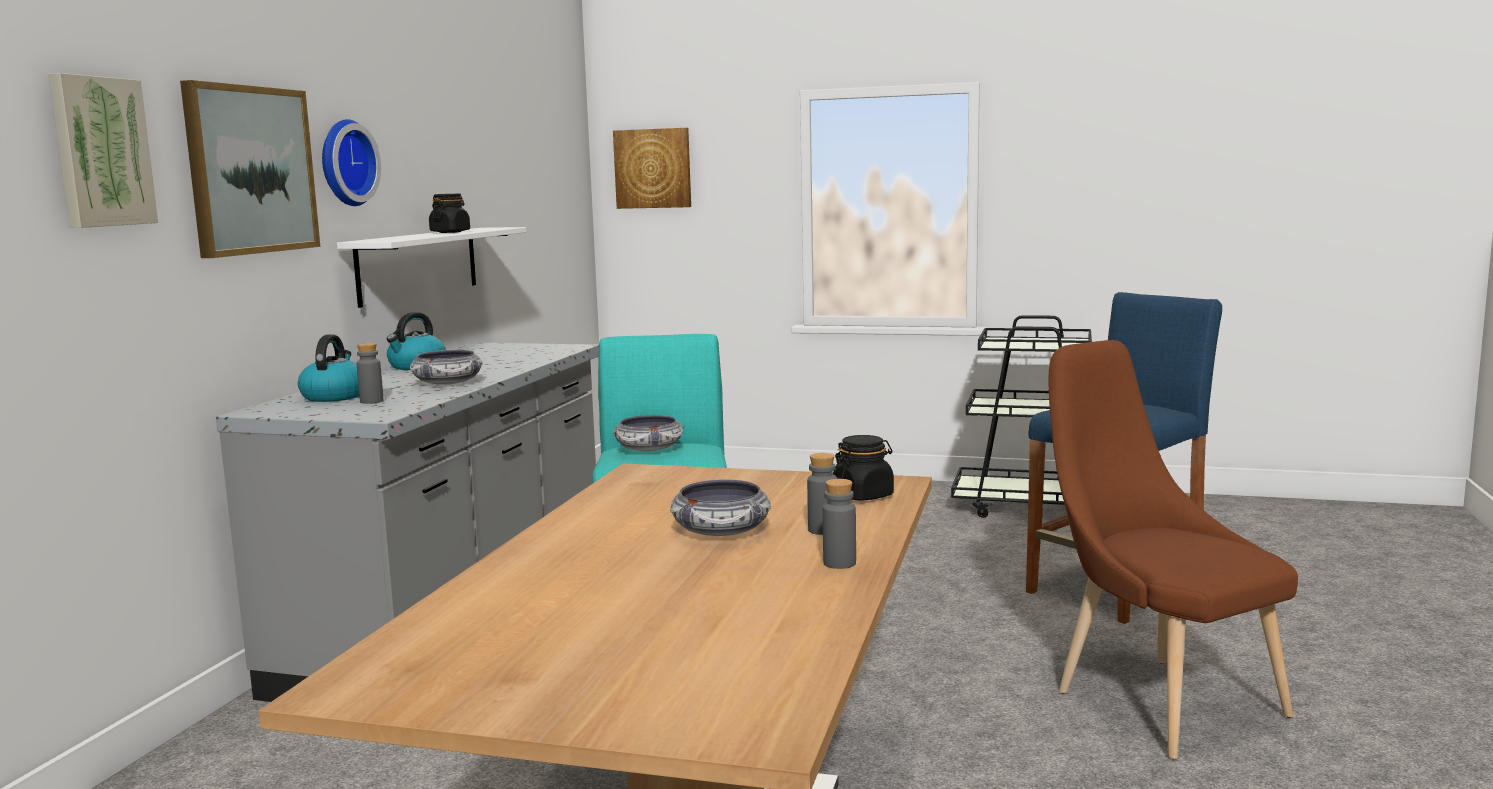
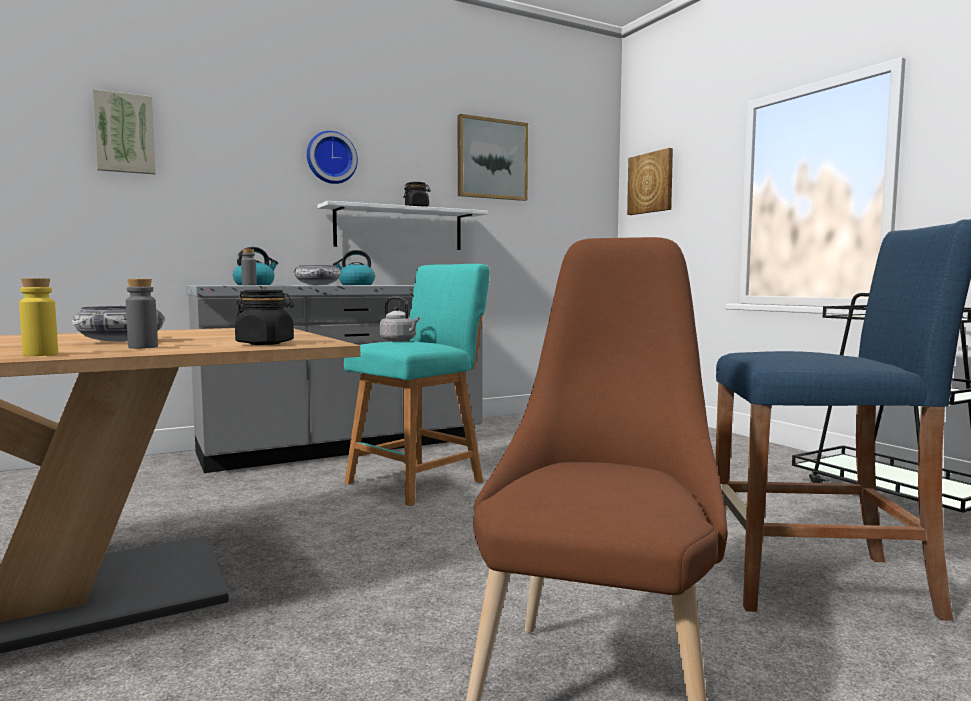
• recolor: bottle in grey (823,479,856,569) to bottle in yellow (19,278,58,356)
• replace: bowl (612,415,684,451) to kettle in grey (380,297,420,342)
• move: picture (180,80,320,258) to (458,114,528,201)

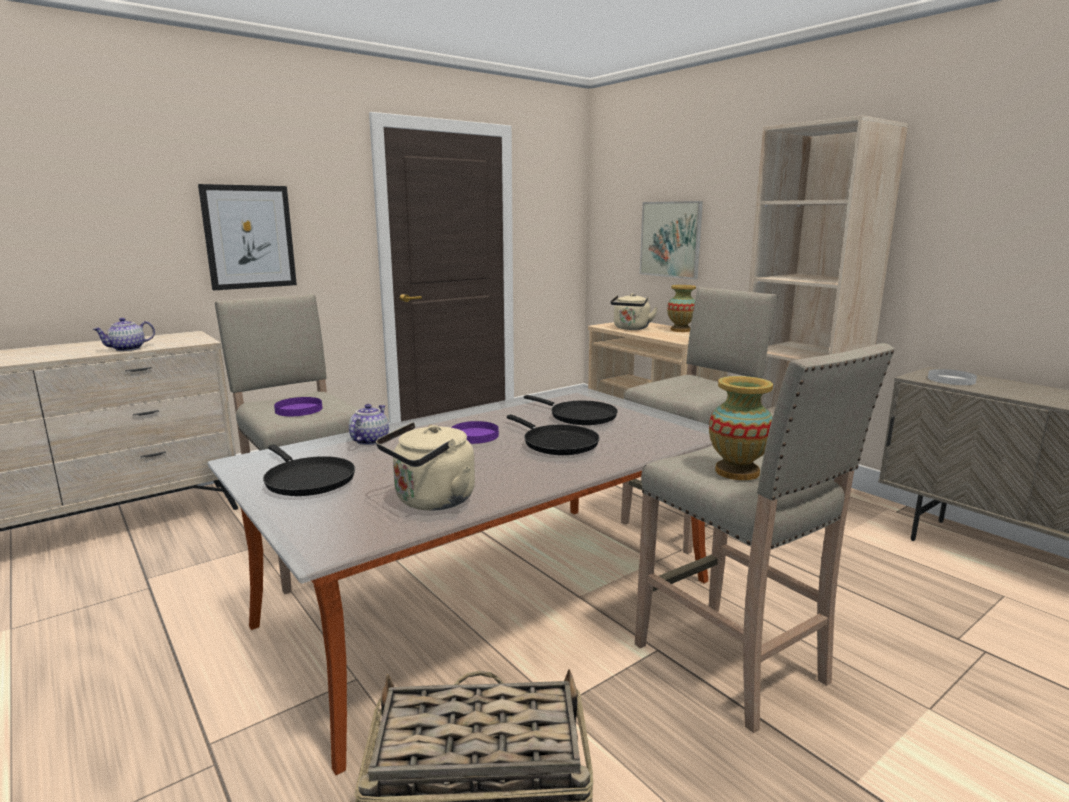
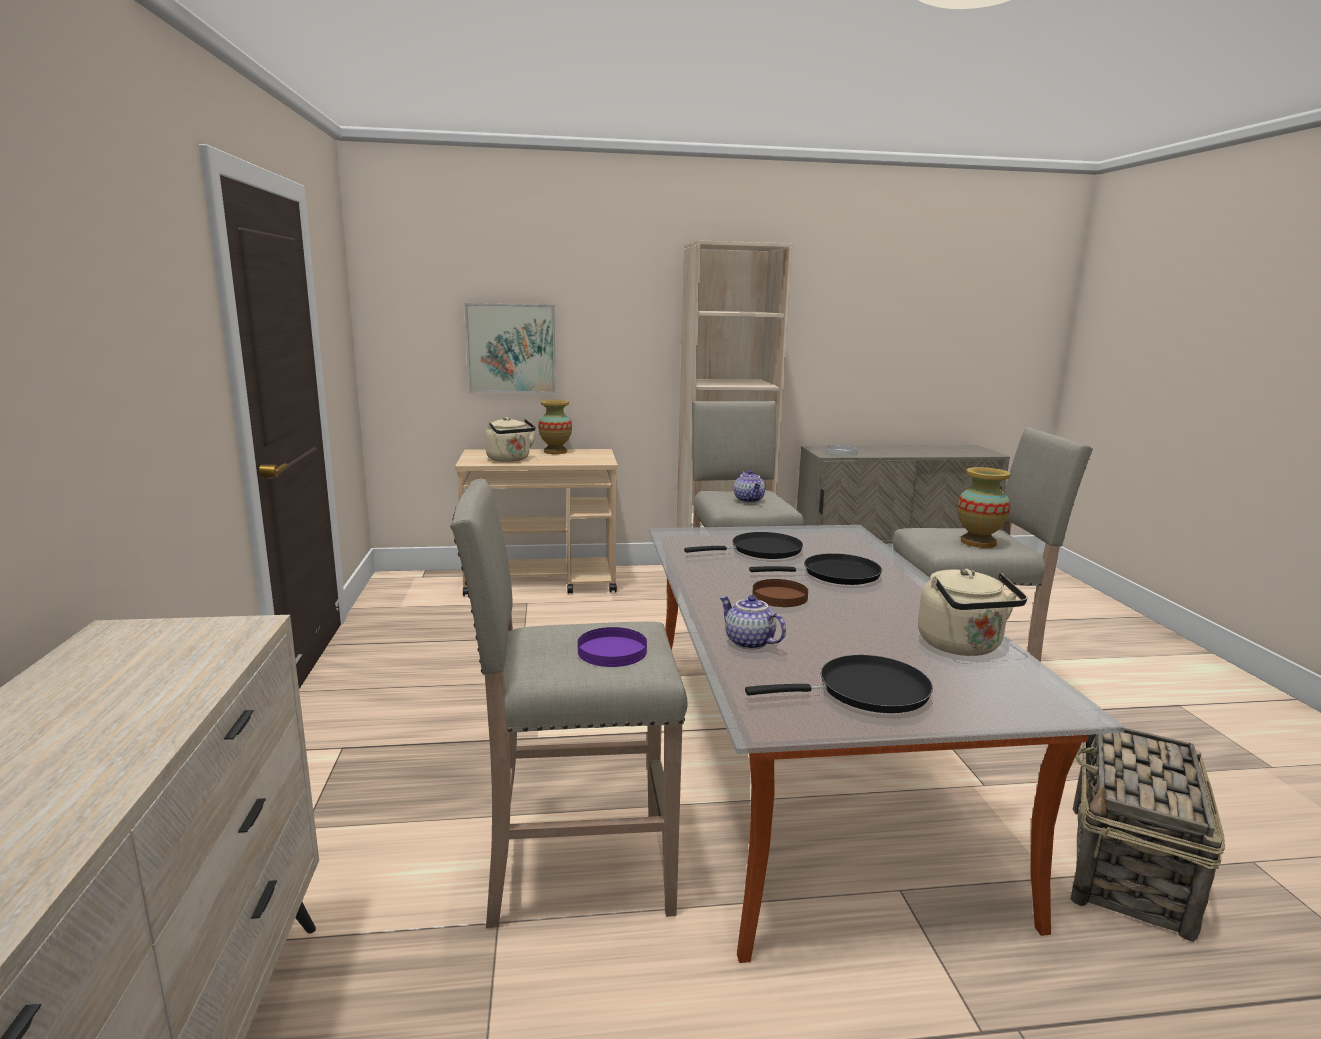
• move: teapot (92,318,155,351) to (734,470,765,503)
• recolor: plate in purple (451,421,499,444) to plate in brown (752,579,808,607)
• delete: picture (198,184,297,290)

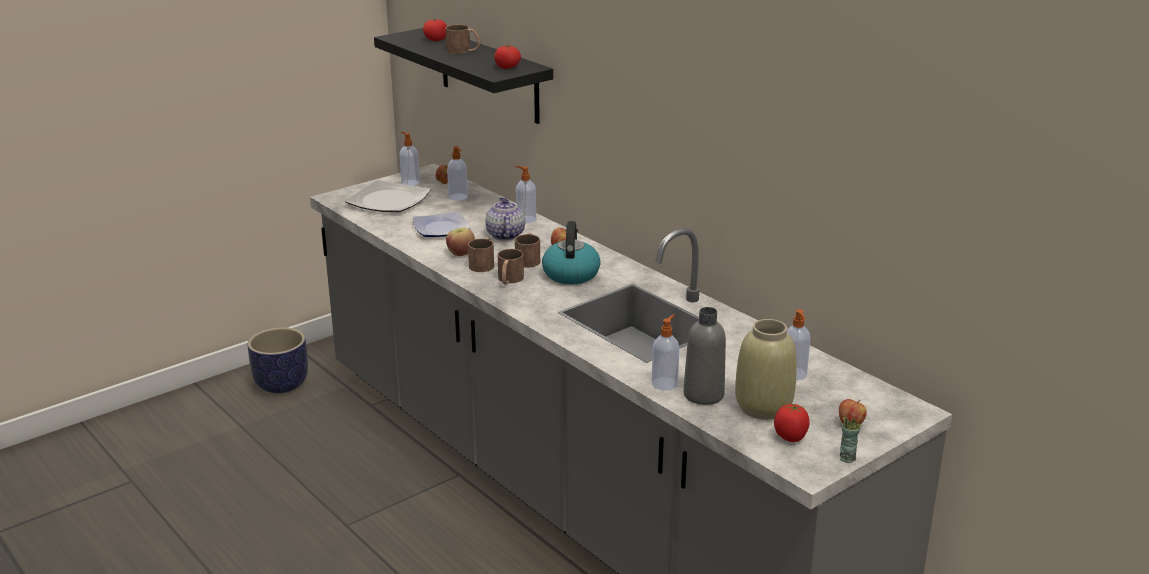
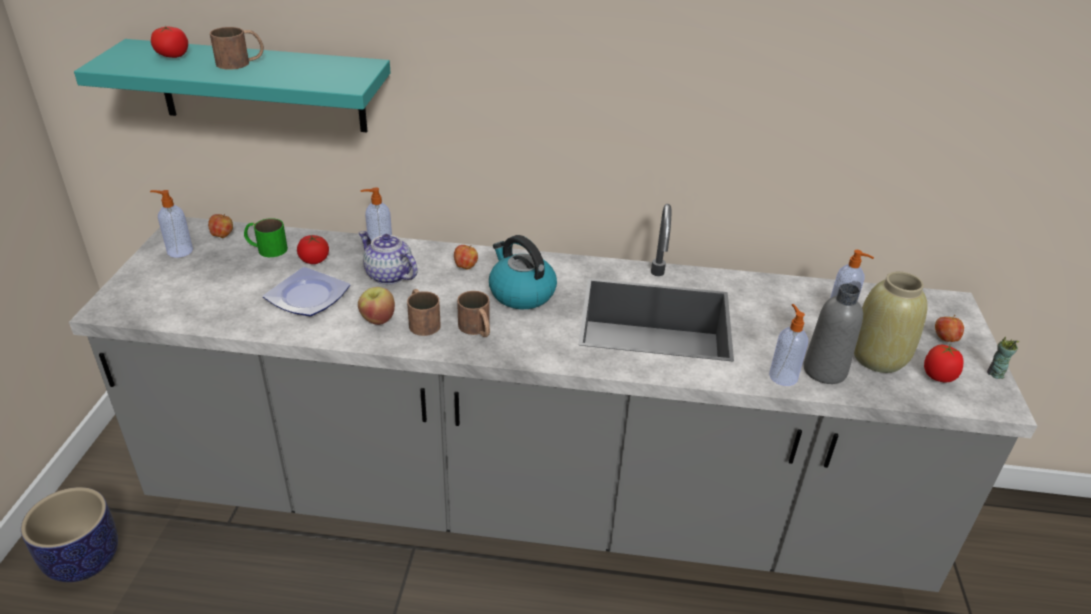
• recolor: shelf in black (374,28,553,124) to shelf in turquoise (74,39,391,132)
• replace: soap dispenser (447,146,468,200) to mug in green (244,218,288,257)
• move: tomato (494,45,521,69) to (297,235,329,264)
• delete: plate (345,180,431,212)
• delete: mug in brown (515,233,540,268)

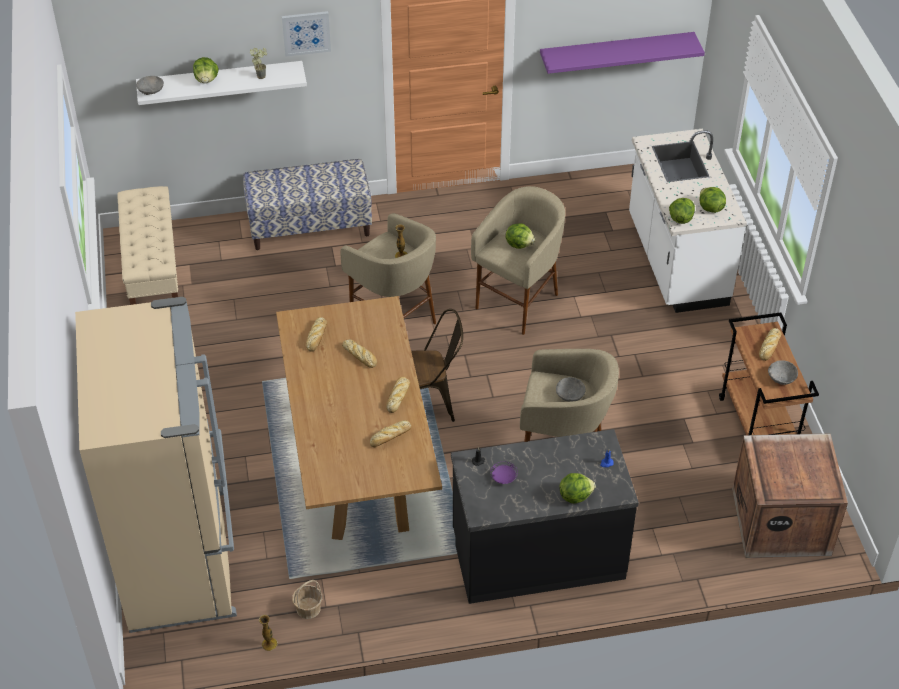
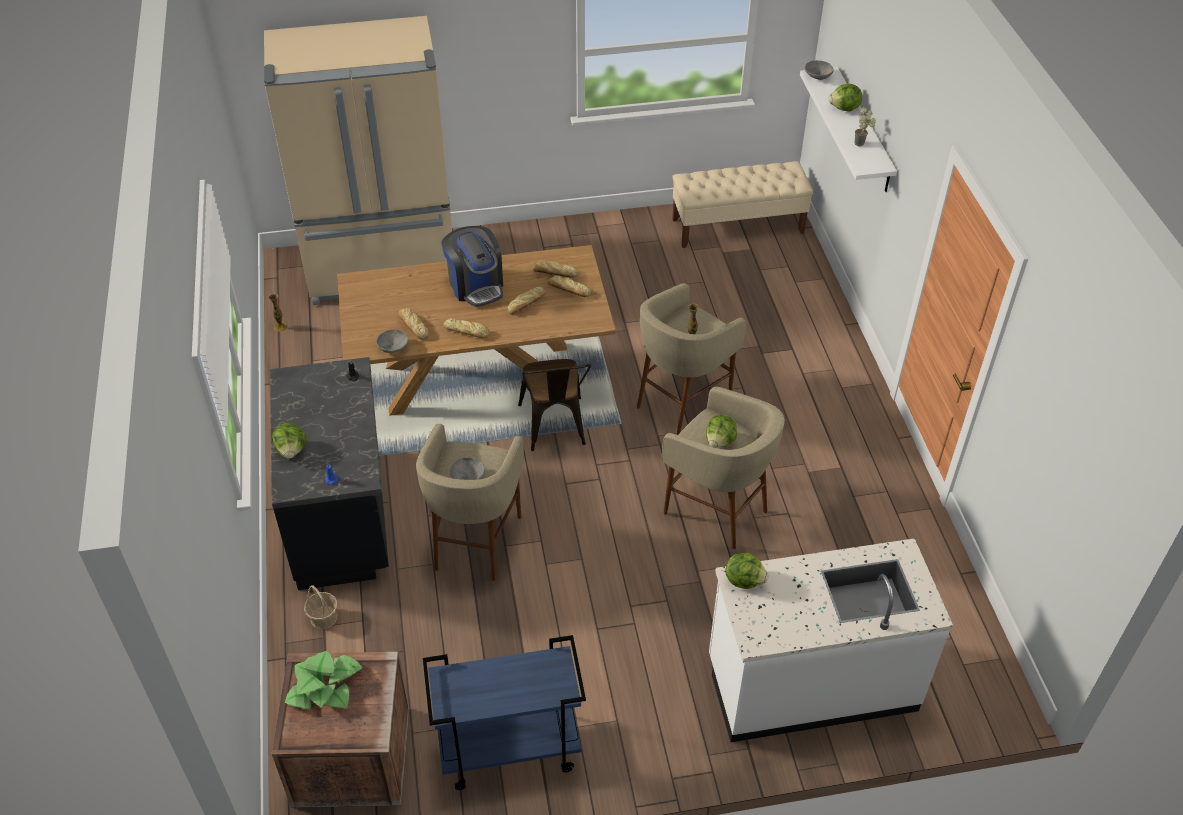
• insert: potted plant (285,651,363,709)
• move: basket (292,580,322,619) to (304,585,338,629)
• move: bowl in grey (768,360,798,385) to (376,329,408,354)
• recolor: cart in brown (719,312,819,435) to cart in blue (423,635,586,790)
• insert: coffee machine (441,226,503,307)
• move: bread (759,328,782,361) to (548,275,591,297)
• delete: bench (243,159,372,250)
• delete: picture (282,11,331,56)
• delete: plate in purple (490,461,518,484)
• delete: shelf in purple (540,32,705,74)
• delete: lettuce (699,187,726,213)

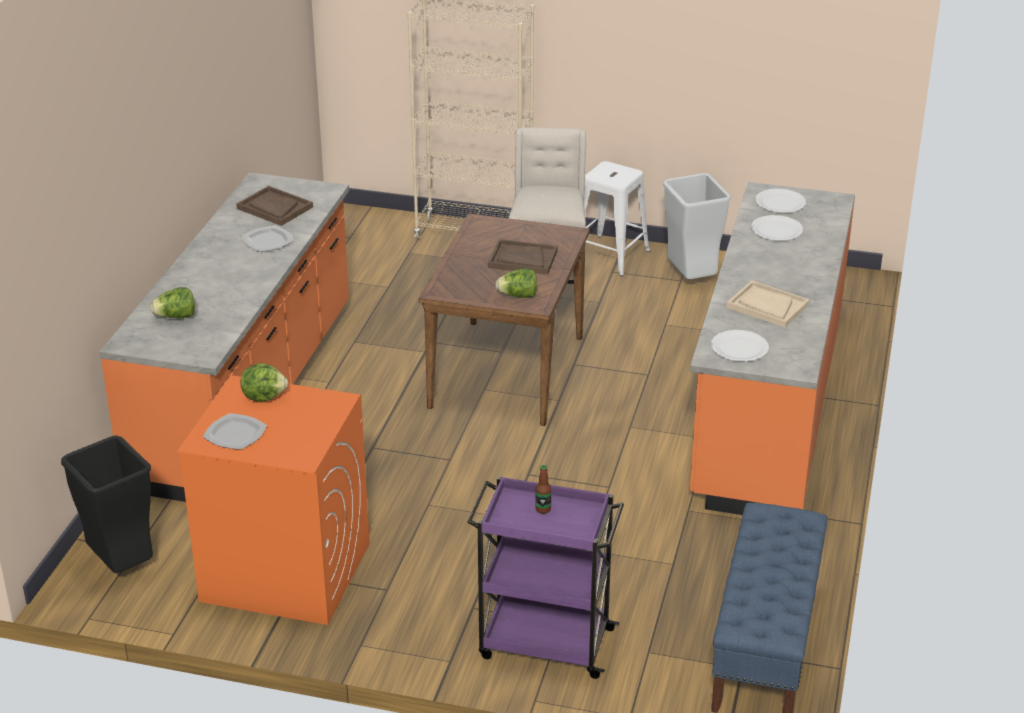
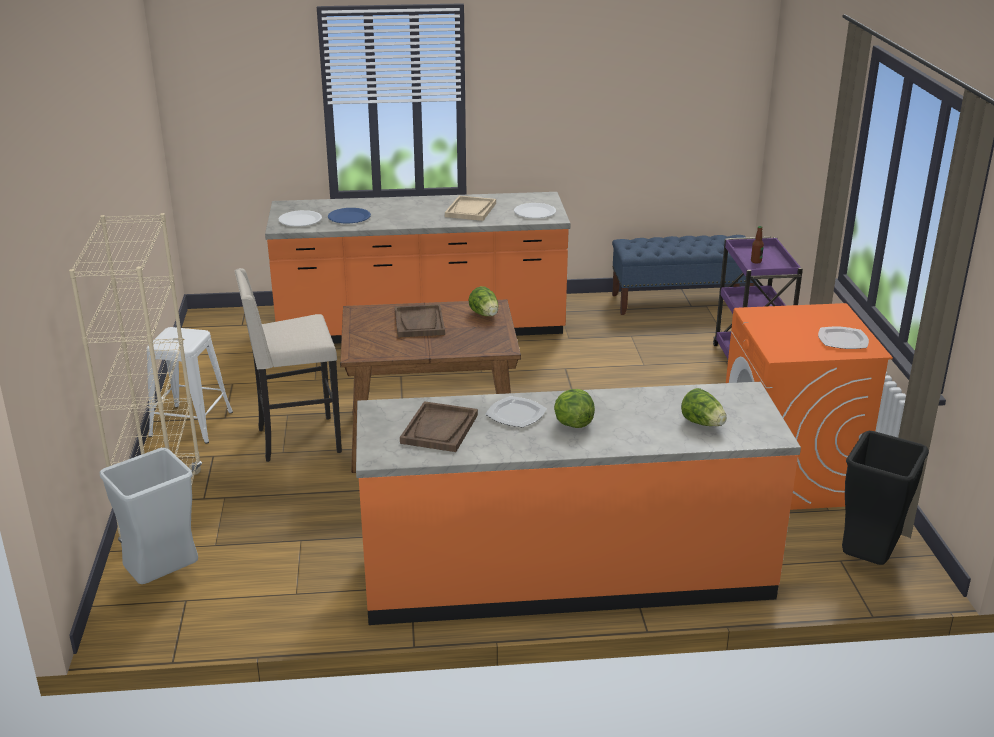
• move: trash can in grey (663,173,731,279) to (99,447,198,584)
• recolor: plate in white (751,215,803,241) to plate in blue (328,208,371,223)
• move: lettuce (241,363,288,401) to (554,389,595,428)

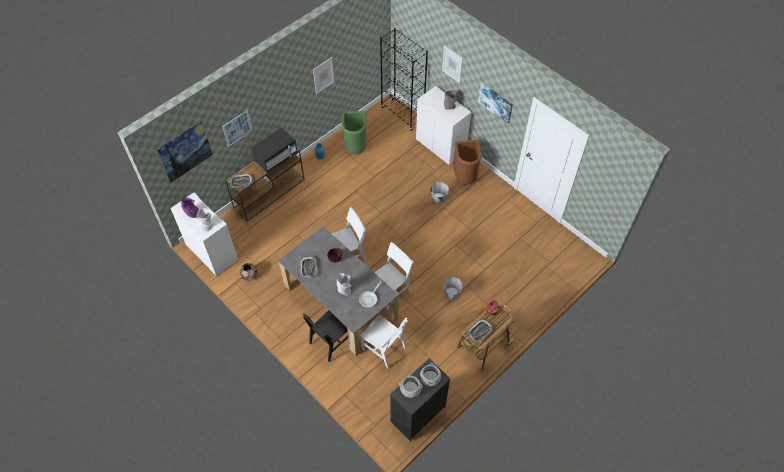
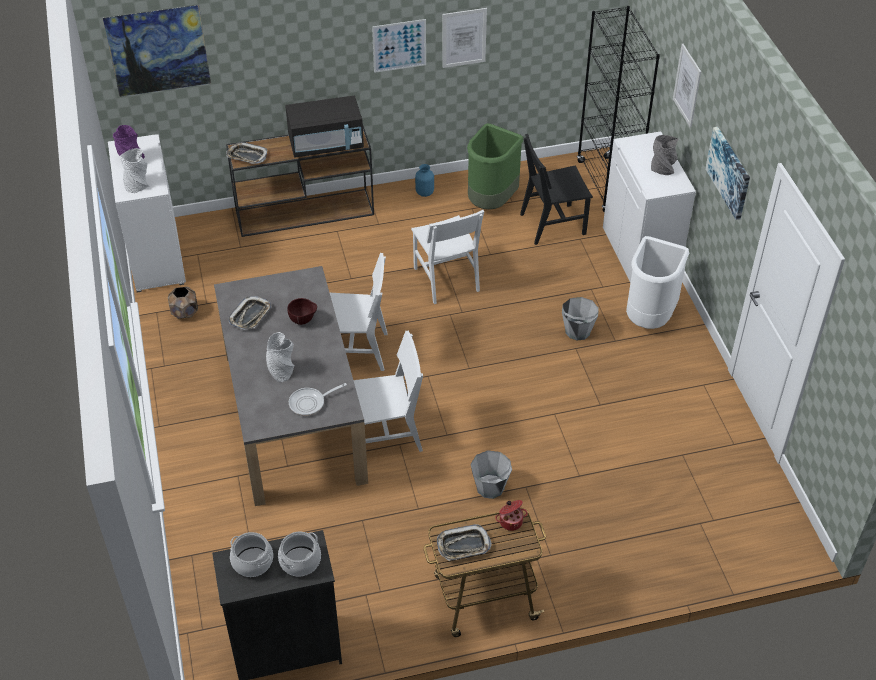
• move: picture (222,110,253,147) to (372,19,426,73)
• move: chair in white (360,314,407,368) to (411,210,484,304)
• move: chair in black (303,310,348,362) to (520,134,593,245)
• recolor: trash can in brown (453,140,482,185) to trash can in white (626,236,689,329)

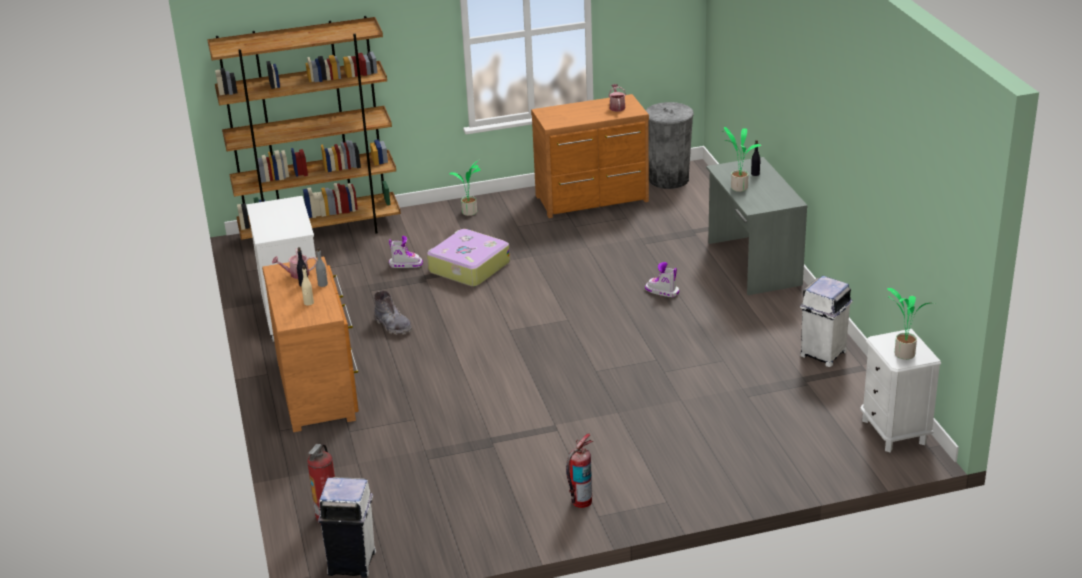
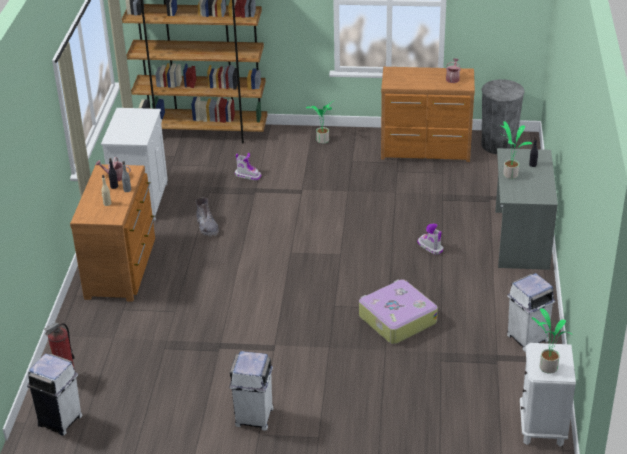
• replace: fire extinguisher (566,434,594,508) to trash can in white (229,351,273,431)
• move: suitcase (427,229,510,287) to (359,279,438,344)

